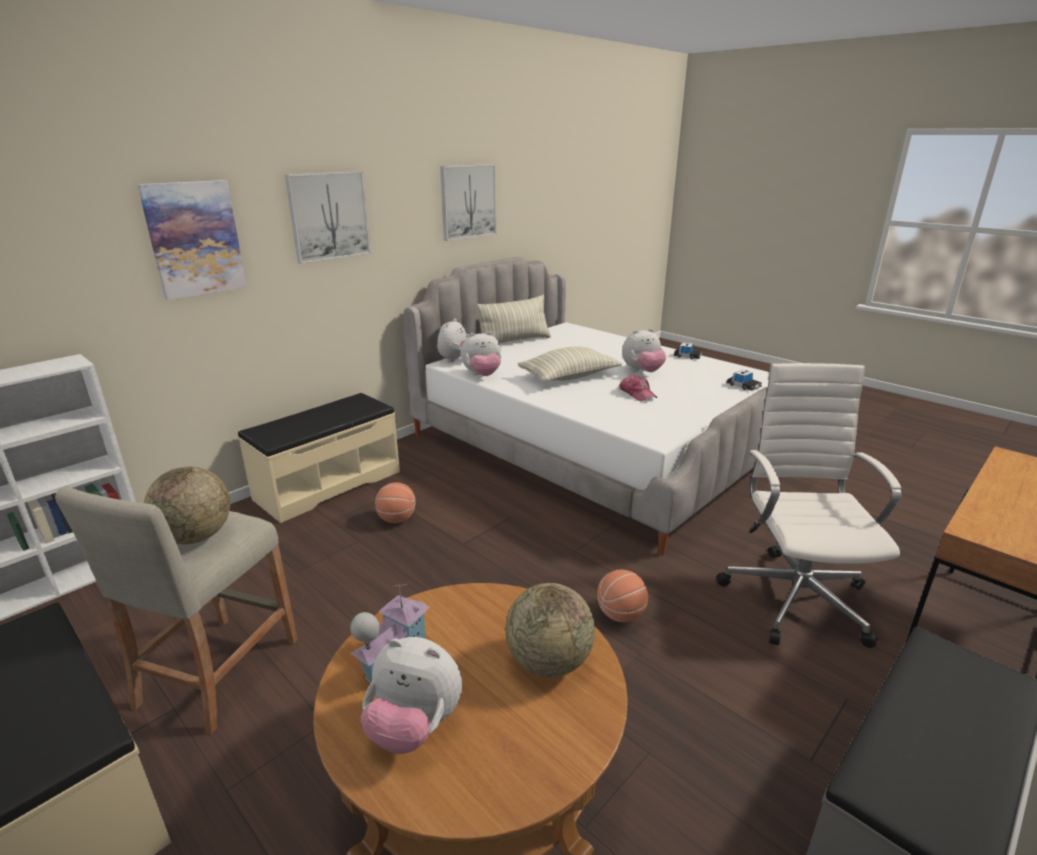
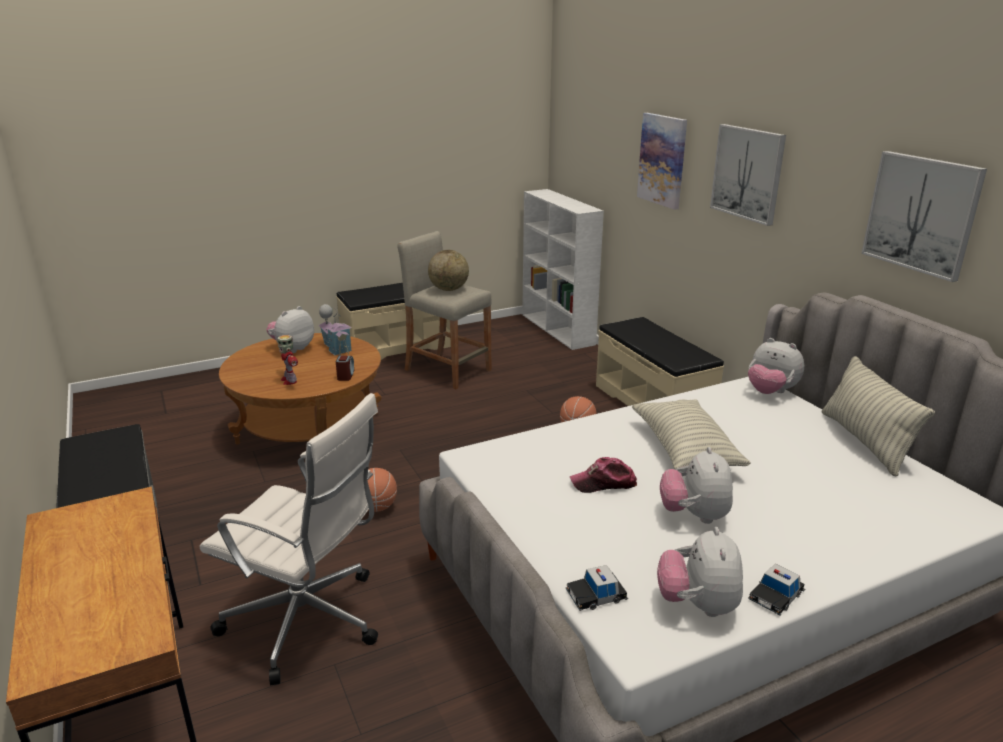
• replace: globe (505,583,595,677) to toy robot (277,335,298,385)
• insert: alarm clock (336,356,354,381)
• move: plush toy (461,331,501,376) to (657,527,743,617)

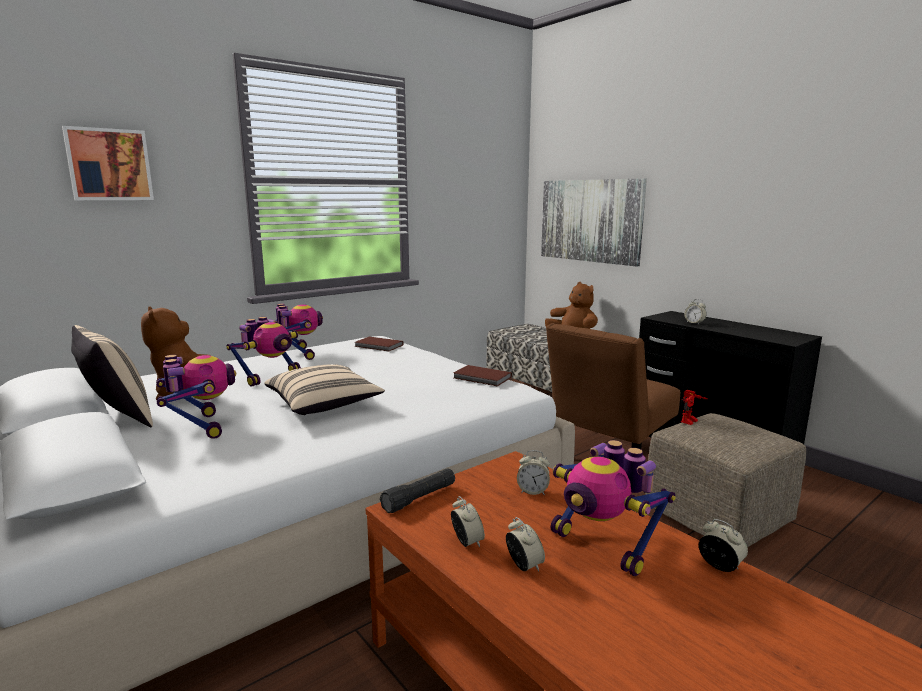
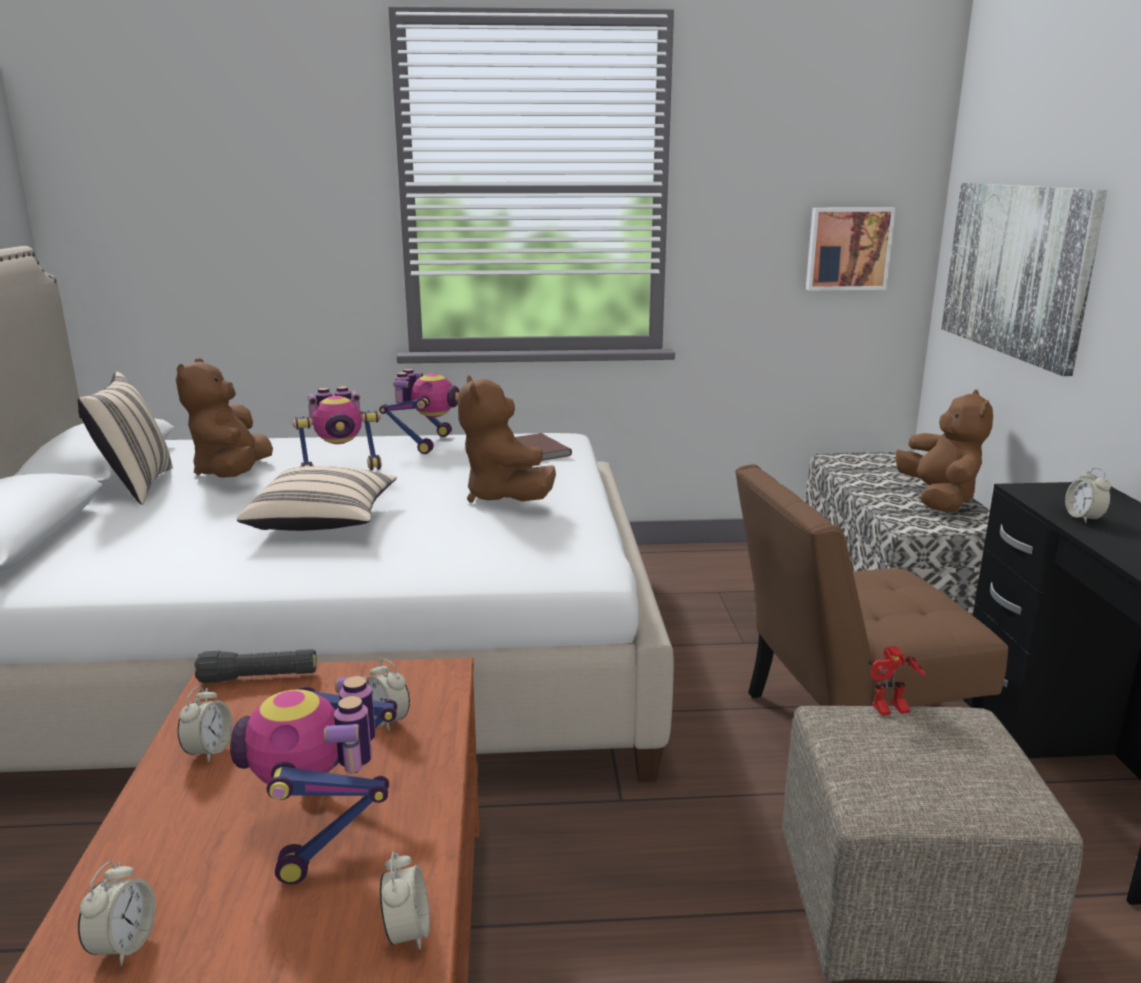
• move: alarm clock (506,517,545,571) to (78,861,155,966)
• insert: plush toy in brown (458,375,556,503)
• move: picture (62,126,154,200) to (806,207,896,290)
• delete: toy robot (156,355,236,439)
• delete: book in brown (453,365,512,386)

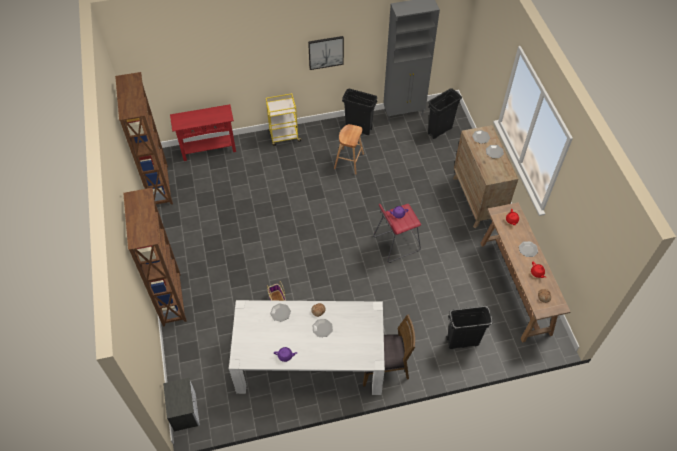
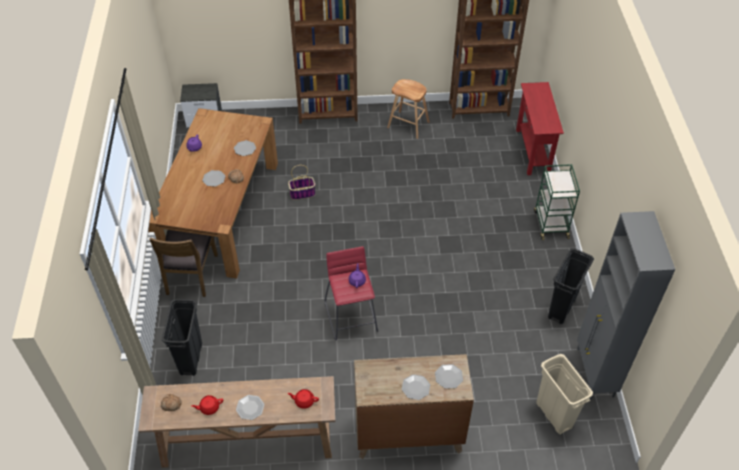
• recolor: dining table in white (229,300,385,395) to dining table in brown (148,108,278,278)
• move: stool in brown (334,124,364,174) to (387,79,429,139)
• recolor: cart in yellow (266,93,302,146) to cart in green (534,164,580,240)
• recolor: trash can in black (428,88,462,139) to trash can in beige (536,354,593,435)
• delete: picture (308,36,344,70)

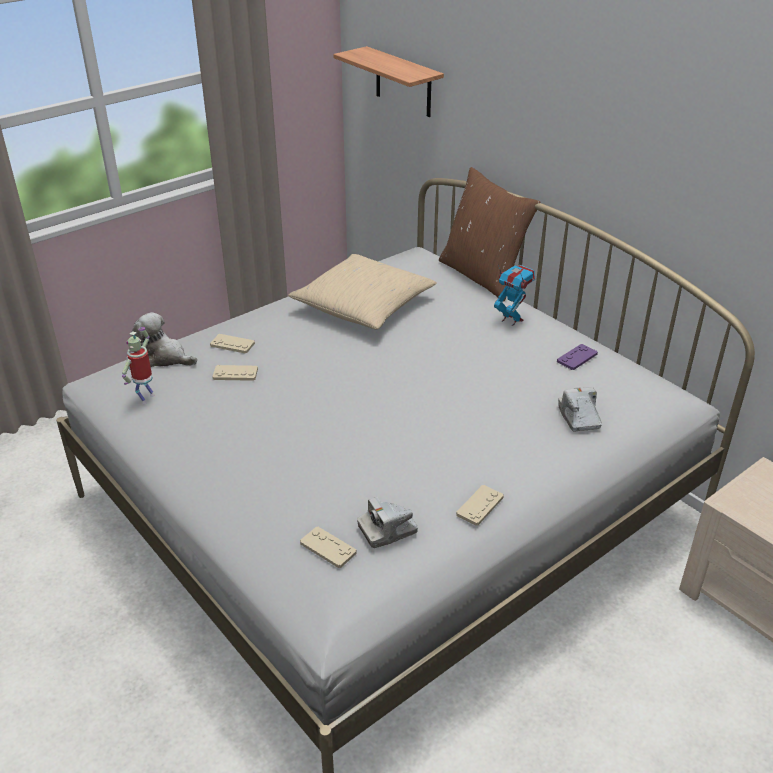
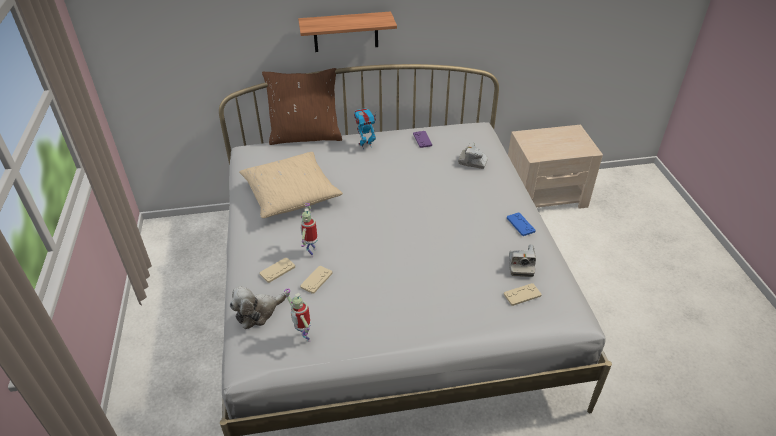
• move: shelf (333,46,444,117) to (298,11,397,52)
• insert: toy robot (300,203,317,257)
• recolor: game controller in beige (456,485,504,526) to game controller in blue (507,212,536,236)

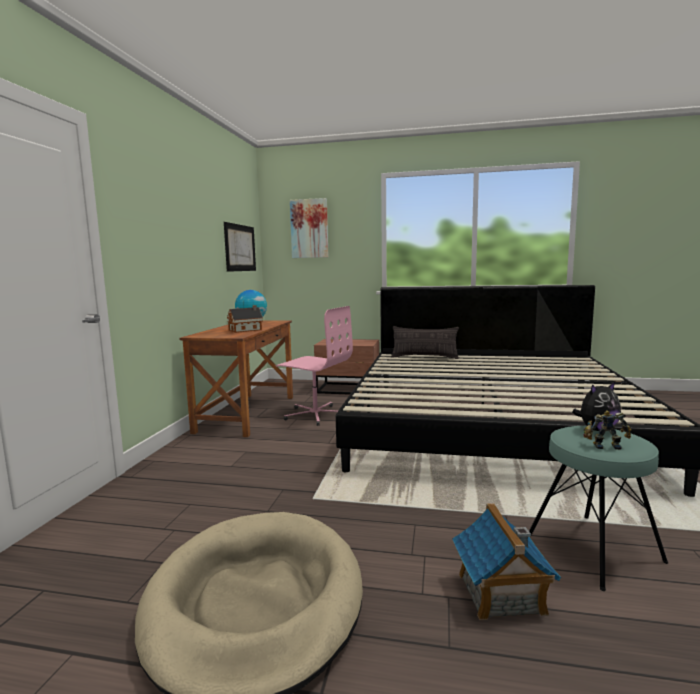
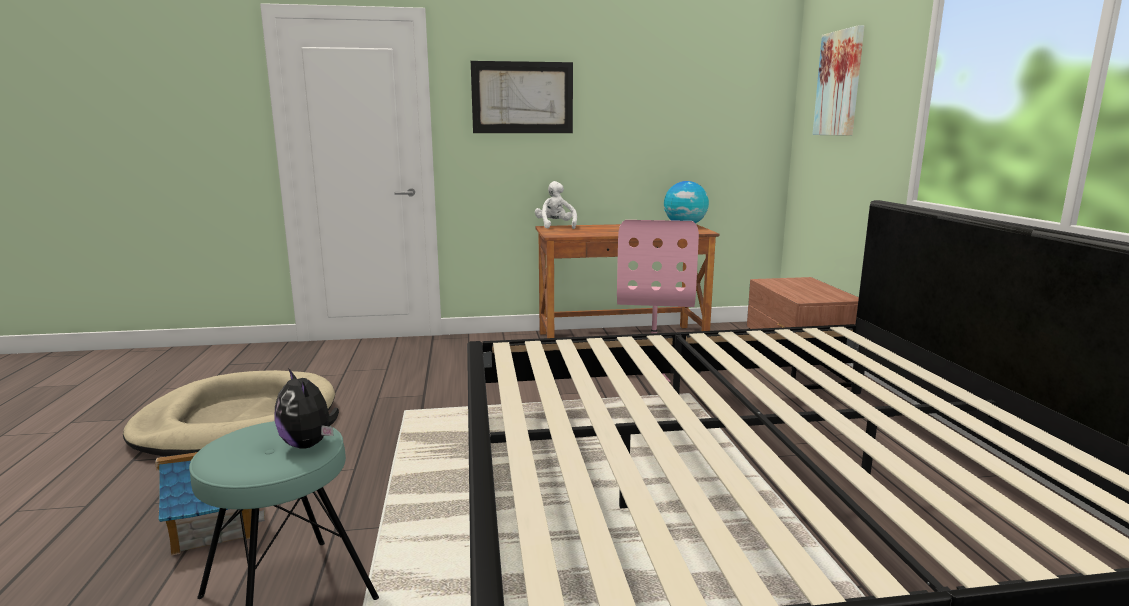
• move: picture (224,222,256,272) to (471,61,573,133)
• insert: plush toy in white (535,181,577,229)
• delete: toy house (227,305,263,333)
• delete: pillow (391,326,459,359)
• delete: toy robot (583,410,631,450)

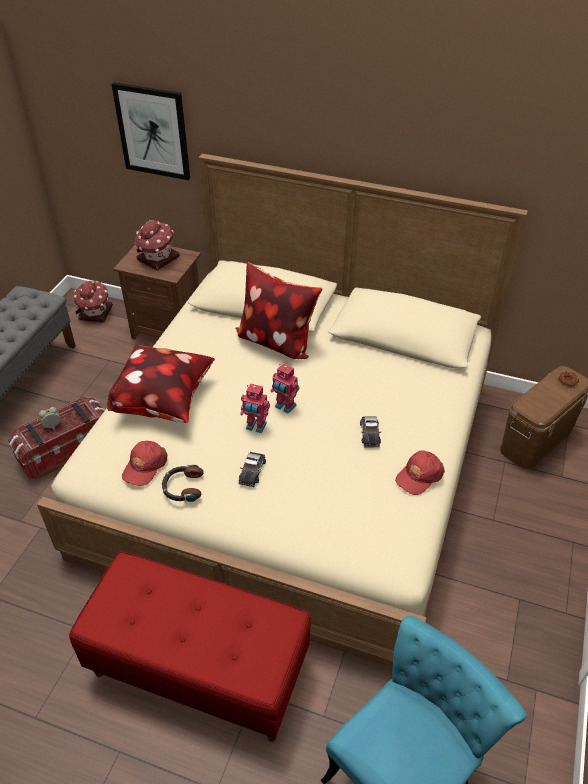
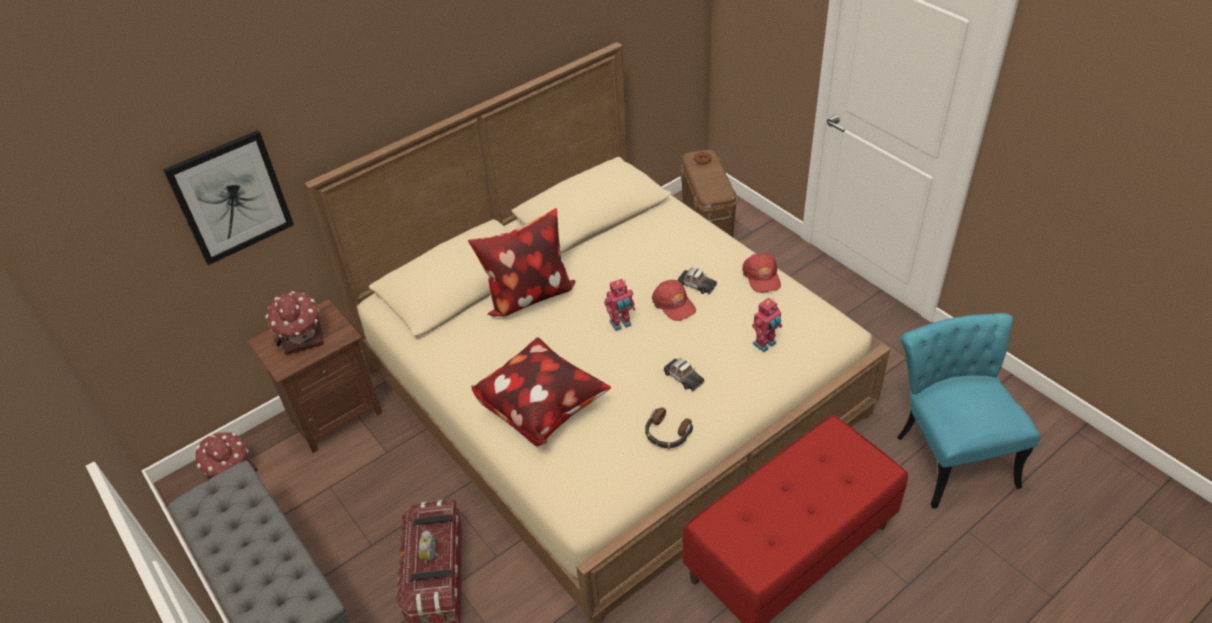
• move: cap in red (122,441,167,486) to (652,280,696,321)
• move: toy robot (240,383,270,433) to (752,298,782,352)

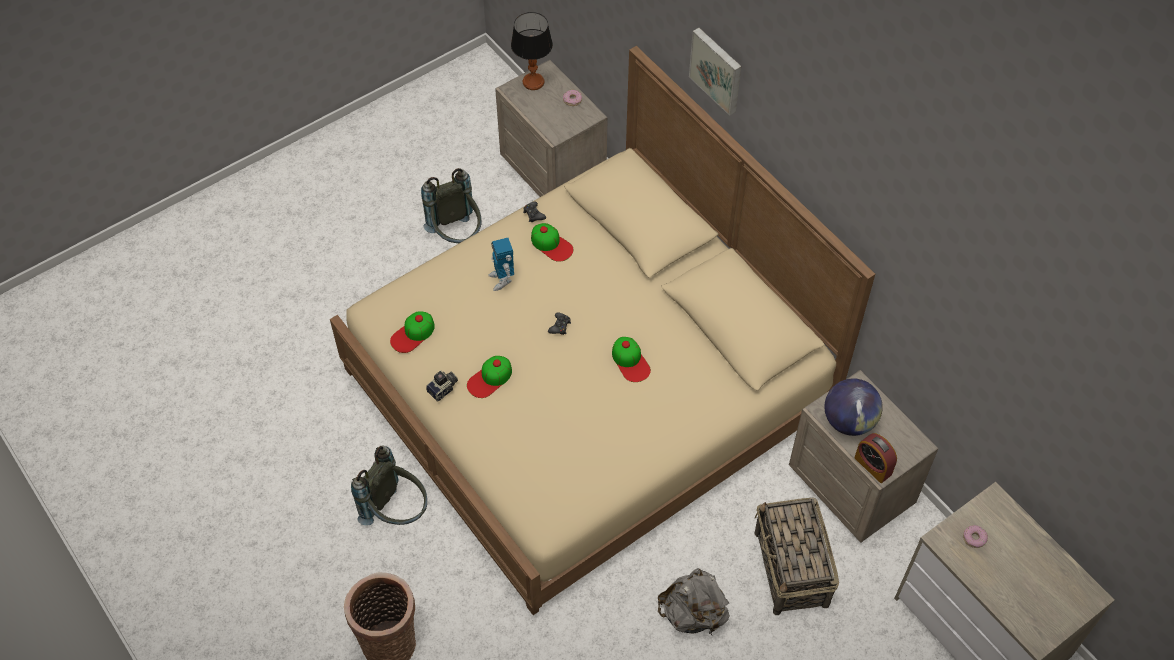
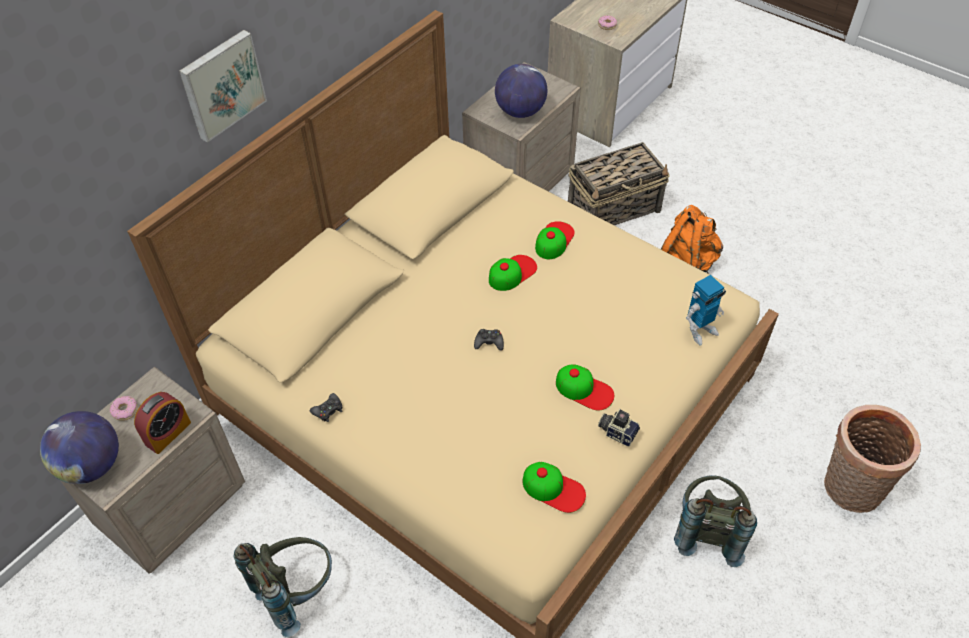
• replace: table lamp (511,12,553,90) to globe (40,411,119,484)
• move: alarm clock (854,433,897,483) to (134,392,191,454)
• move: cap (531,223,573,262) to (535,221,575,259)
• recolor: backpack in grey (658,568,730,635) to backpack in orange (661,205,723,274)
• move: toy robot (488,238,514,291) to (686,275,726,346)

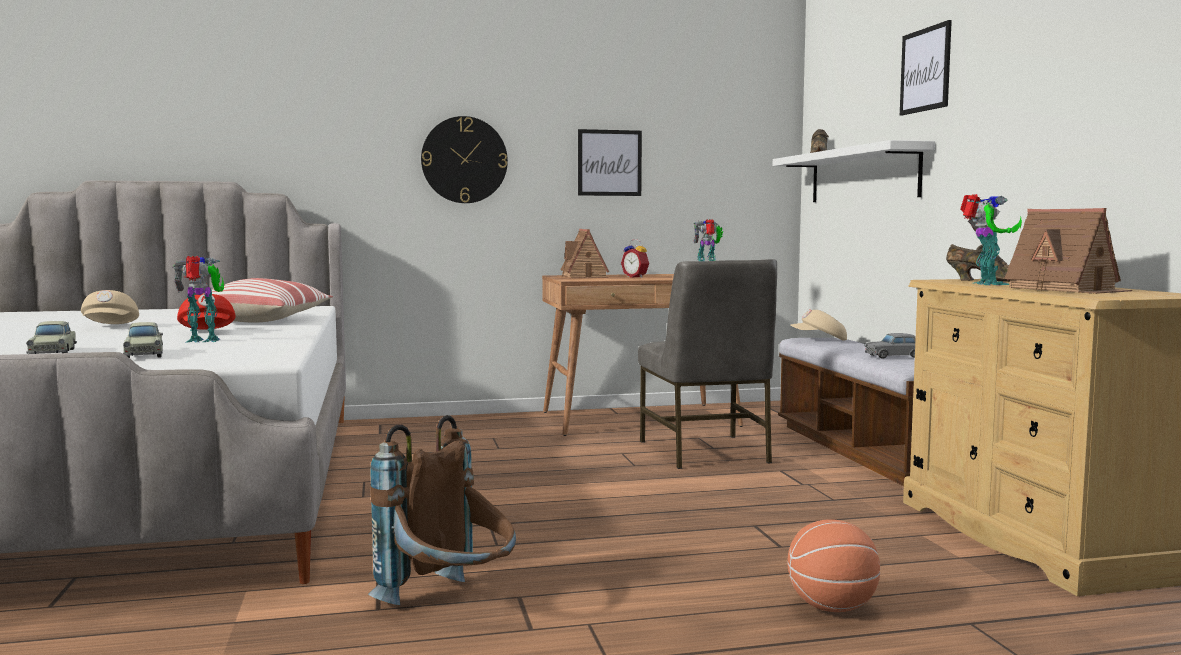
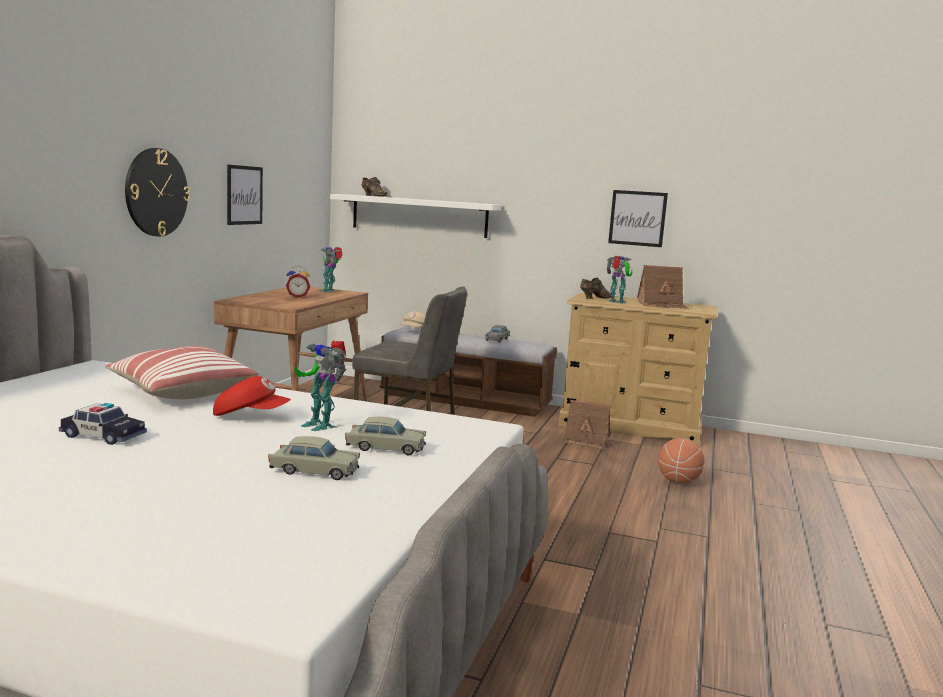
• replace: cap in beige (81,290,139,324) to toy car (59,403,147,445)
• rotate: toy robot (173,256,224,342) = (294,341,346,431) 75 degrees counterclockwise
• move: toy house (560,229,609,278) to (564,400,616,450)
• move: picture (900,20,952,116) to (608,190,668,247)
• delete: backpack in brown (368,415,516,605)

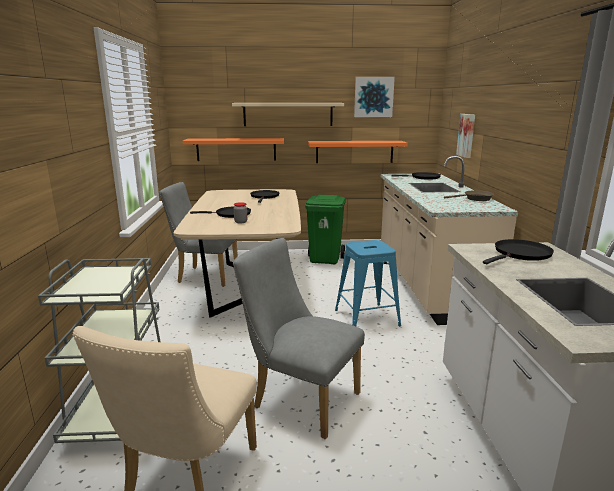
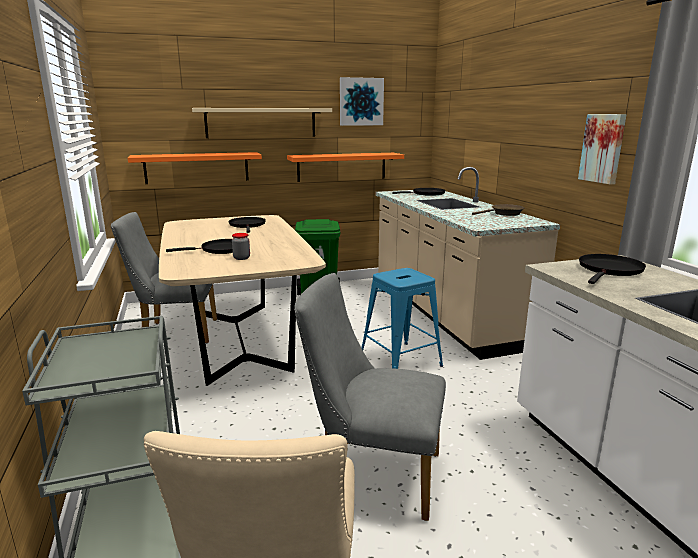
• move: picture (456,114,475,158) to (578,114,627,184)

